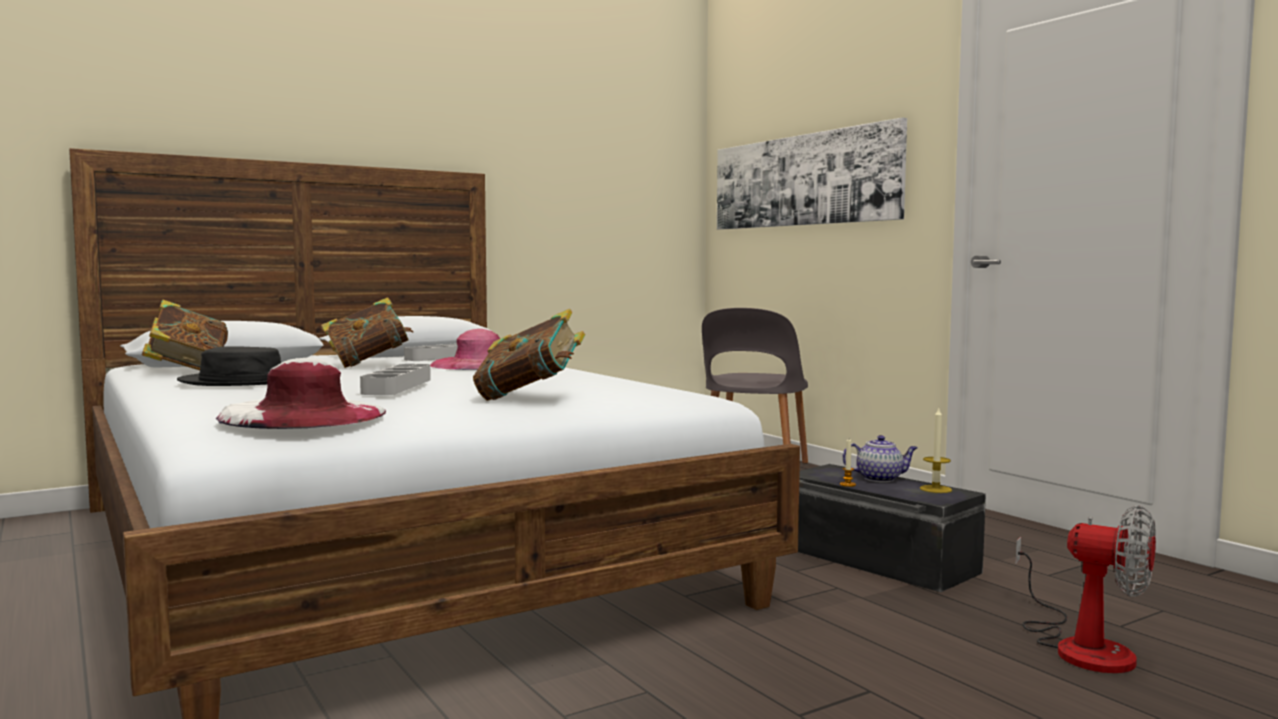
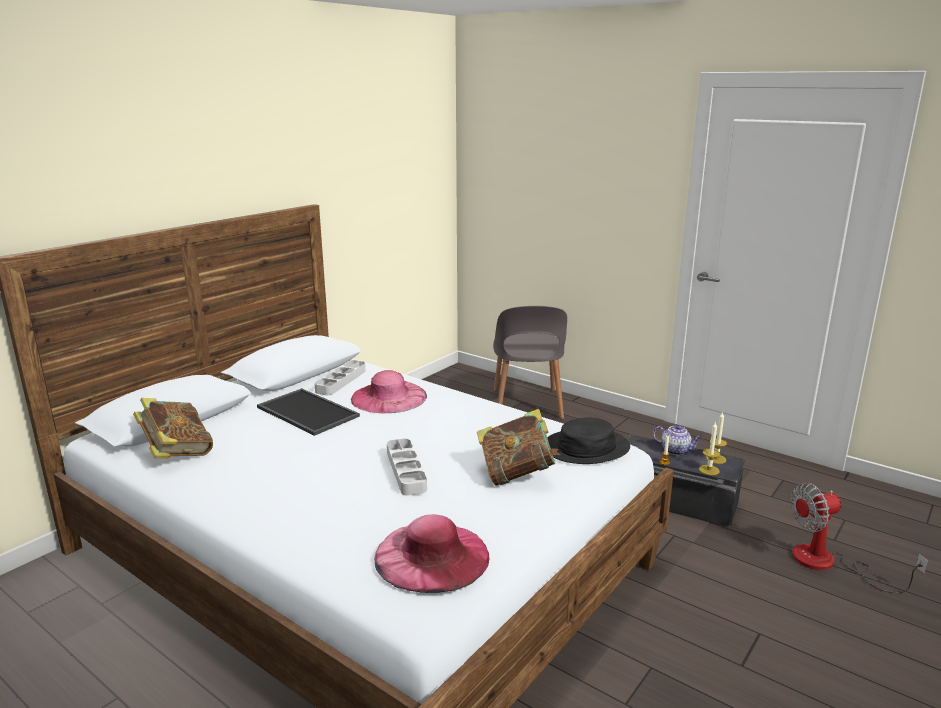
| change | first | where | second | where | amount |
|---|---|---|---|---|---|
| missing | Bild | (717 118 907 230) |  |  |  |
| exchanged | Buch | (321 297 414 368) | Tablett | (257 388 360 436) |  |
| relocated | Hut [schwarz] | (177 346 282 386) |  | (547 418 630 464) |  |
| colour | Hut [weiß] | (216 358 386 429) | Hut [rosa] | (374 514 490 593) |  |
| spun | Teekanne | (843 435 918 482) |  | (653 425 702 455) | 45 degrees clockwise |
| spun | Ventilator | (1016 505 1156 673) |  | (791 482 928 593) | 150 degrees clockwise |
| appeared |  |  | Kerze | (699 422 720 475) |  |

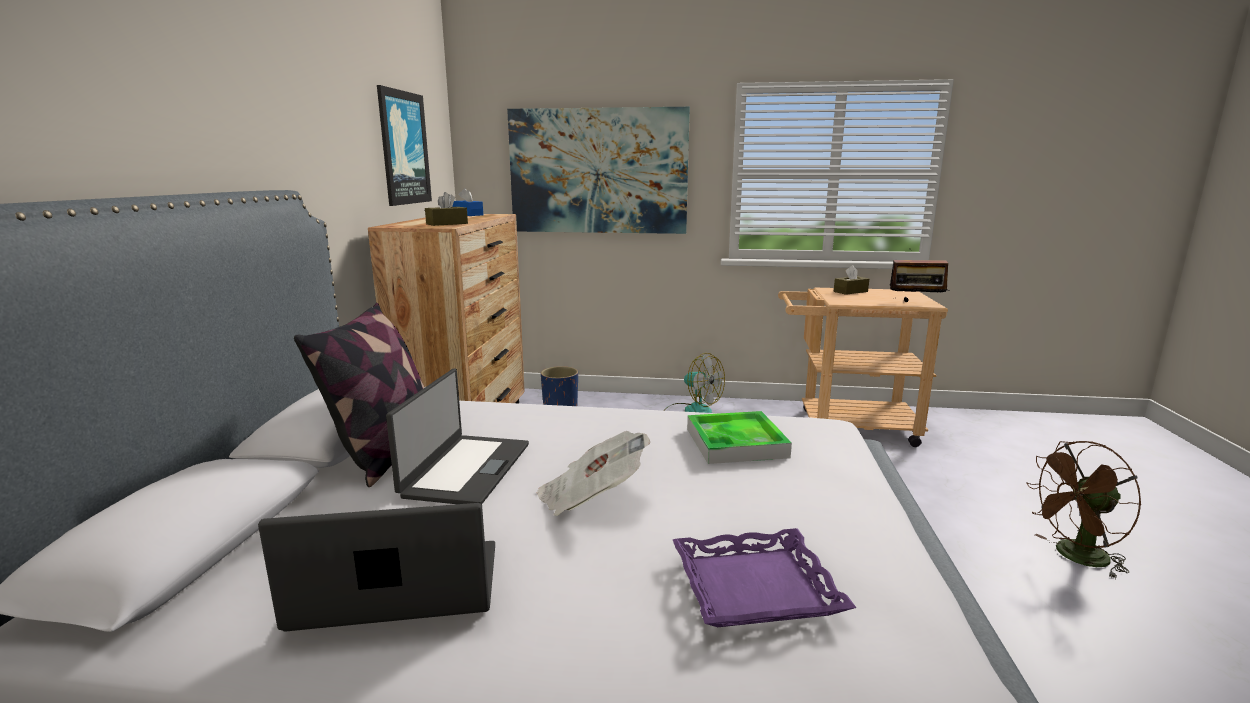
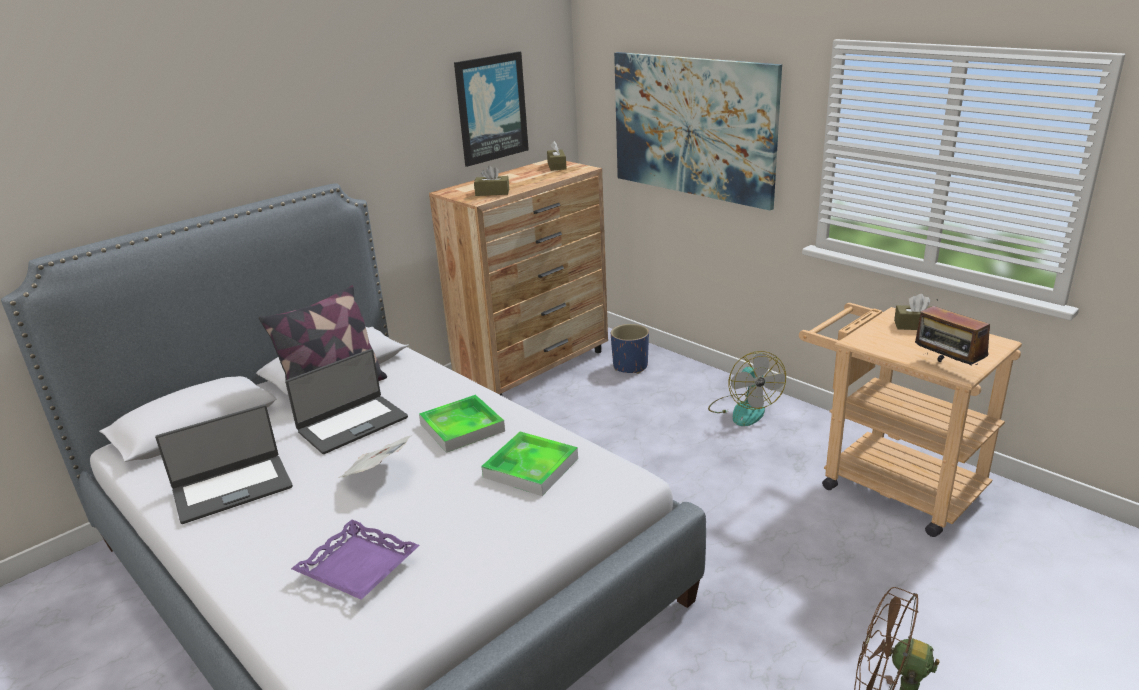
| change | first | where | second | where | amount |
|---|---|---|---|---|---|
| colour | Taschentuchbox [blau] | (453 188 483 216) | Taschentuchbox [braun] | (547 141 567 171) |  |
| spun | Laptop | (258 503 495 632) |  | (155 404 293 524) | 120 degrees clockwise |
| appeared |  |  | Tablett | (419 394 505 453) |  |

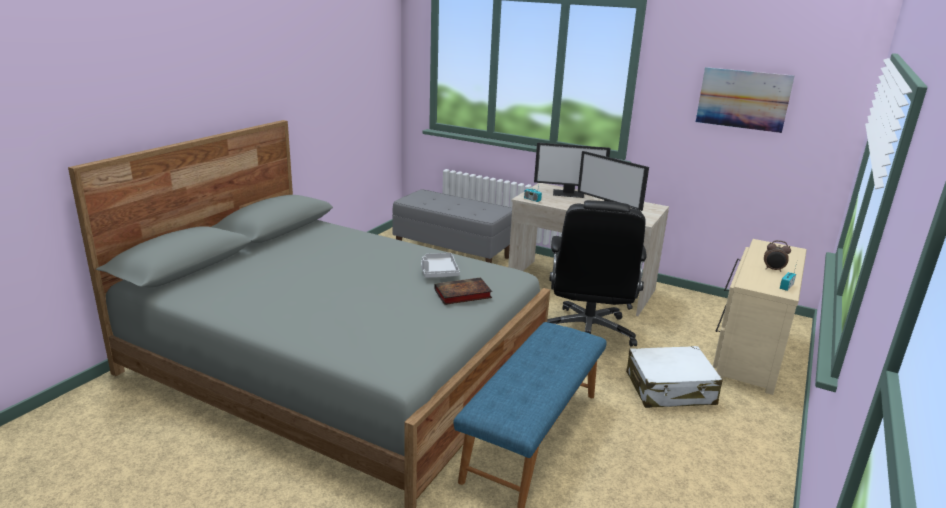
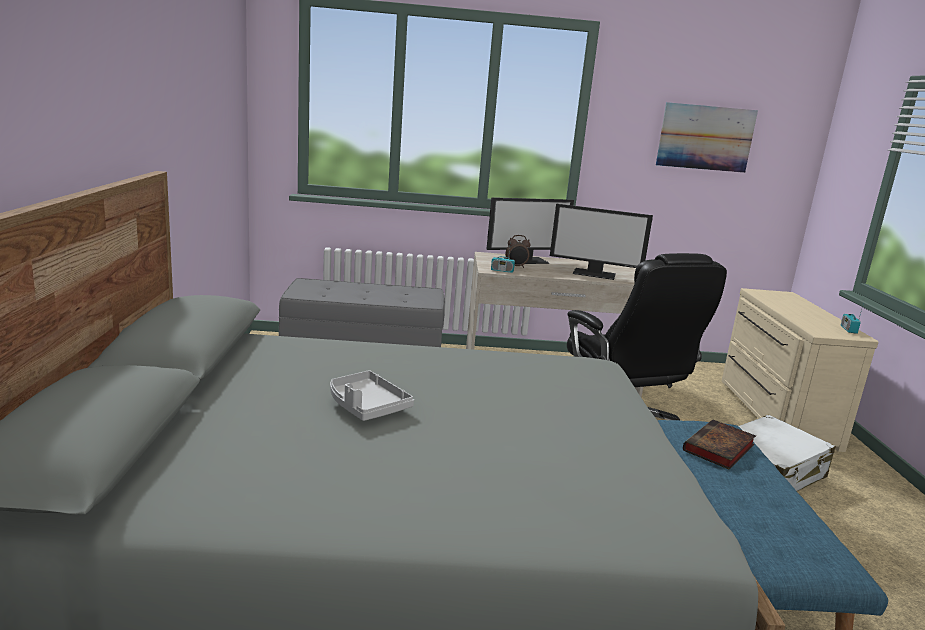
| change | first | where | second | where | amount |
|---|---|---|---|---|---|
| relocated | Wecker | (764 240 791 272) |  | (505 235 531 268) |  |
| relocated | Tablett [grau] | (421 253 460 278) |  | (330 370 414 421) |  |
| relocated | Buch | (435 277 492 305) |  | (683 419 756 469) |  |

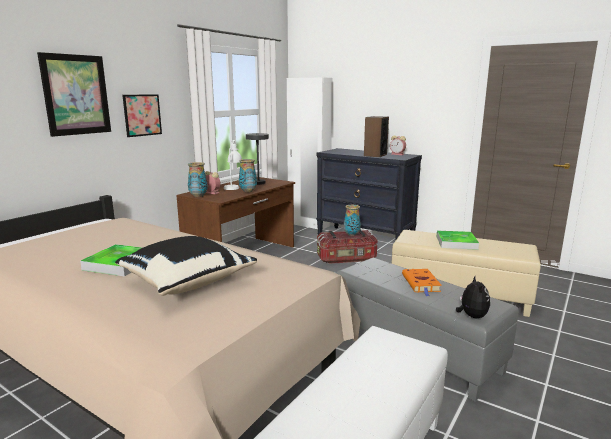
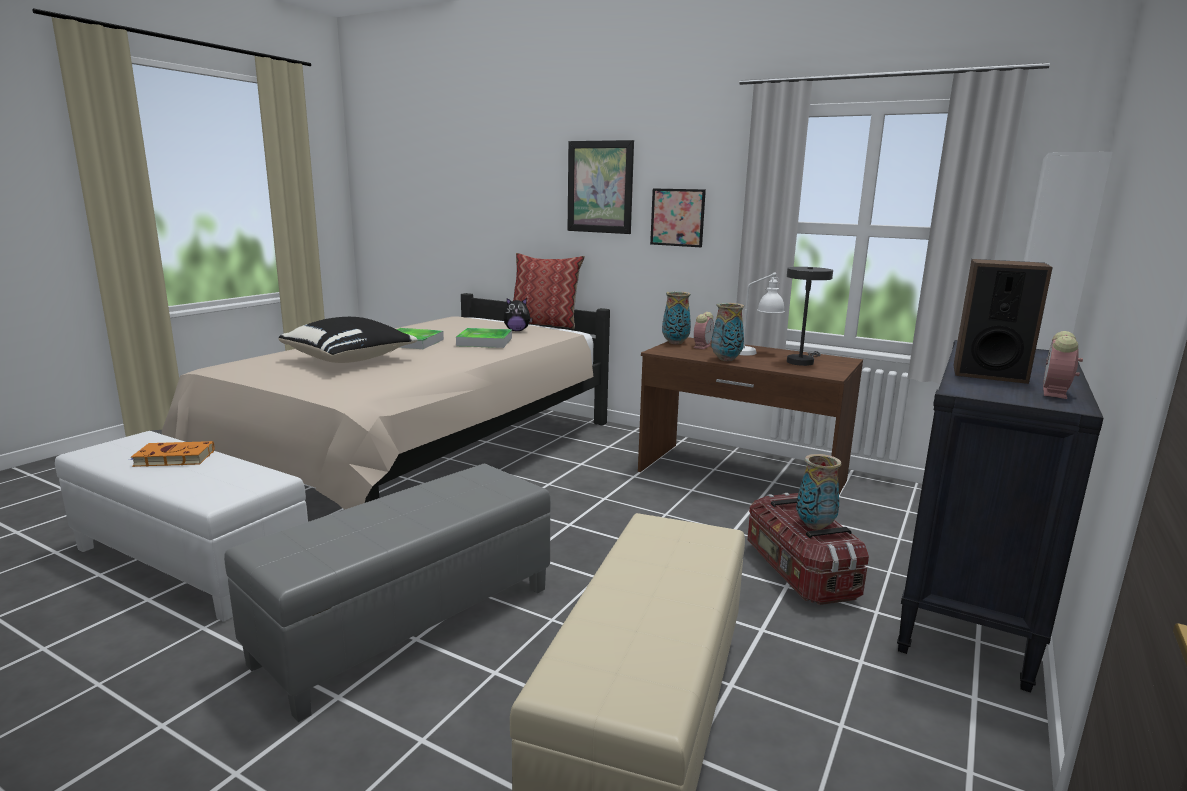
| change | first | where | second | where | amount |
|---|---|---|---|---|---|
| relocated | Tablett | (437 230 479 250) |  | (456 328 512 348) |  |
| relocated | Buch [orange] | (402 269 442 296) |  | (130 441 214 467) |  |
| relocated | Plüschtier | (456 276 490 318) |  | (503 298 533 331) |  |
| appeared |  |  | Kissen | (513 253 585 329) |  |

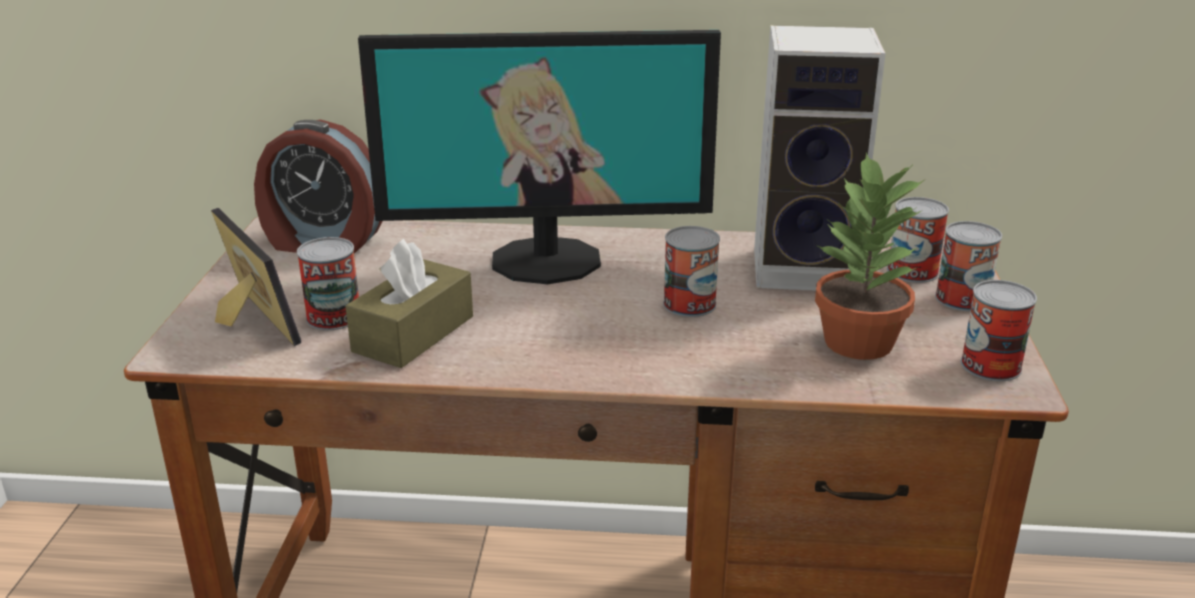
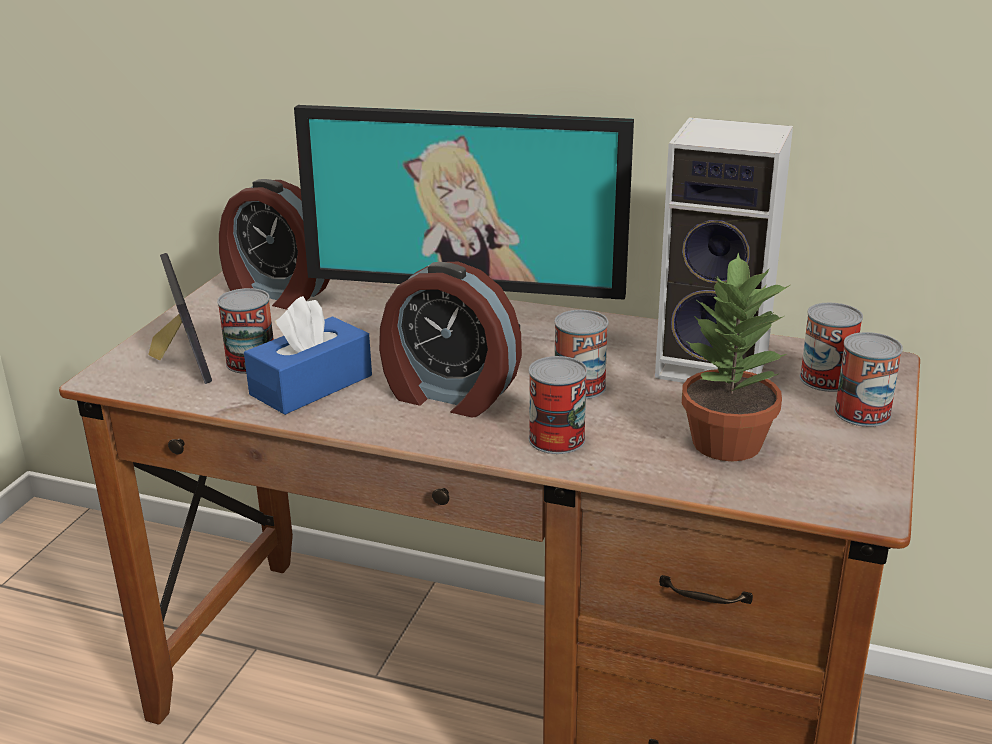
| change | first | where | second | where | amount |
|---|---|---|---|---|---|
| colour | Taschentuchbox [braun] | (345 239 473 368) | Taschentuchbox [blau] | (244 296 372 415) |  |
| relocated | Dose | (961 280 1037 381) |  | (529 356 587 454) |  |
| appeared |  |  | Wecker | (379 261 522 417) |  |

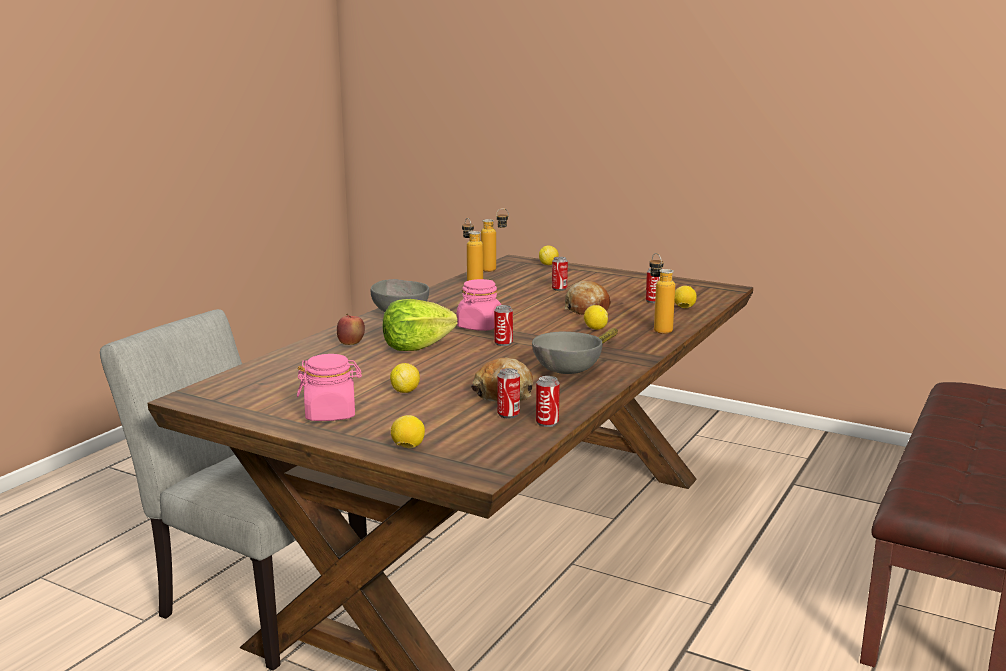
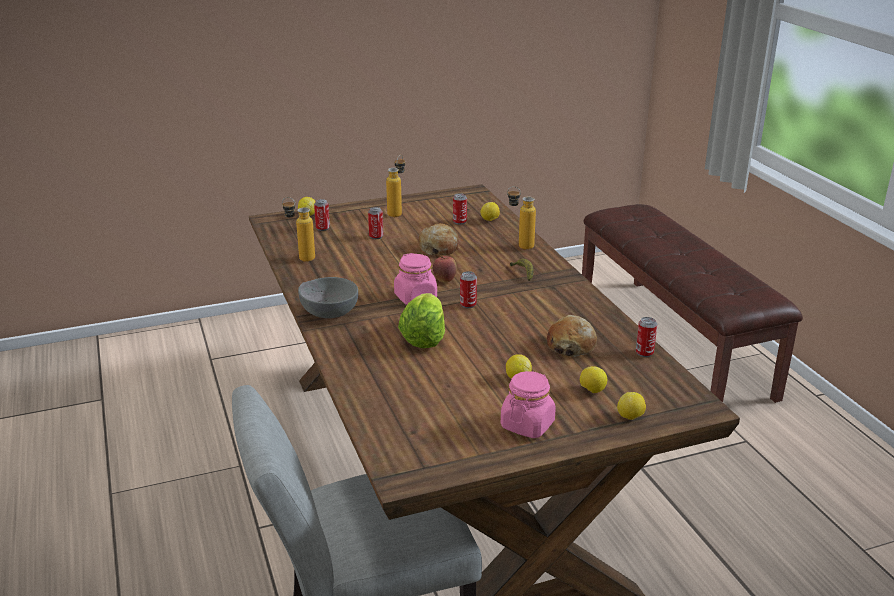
| change | first | where | second | where | amount |
|---|---|---|---|---|---|
| relocated | Flasche | (481 208 509 272) |  | (386 155 405 217) |  |
| relocated | Zitrone | (584 305 608 330) |  | (580 366 607 393) |  |
| relocated | Apfel | (337 314 365 345) |  | (433 256 457 282) |  |
| missing | Schüssel [grau] | (532 332 602 374) |  |  |  |
| relocated | Dose | (498 368 520 419) |  | (314 199 330 231) |  |

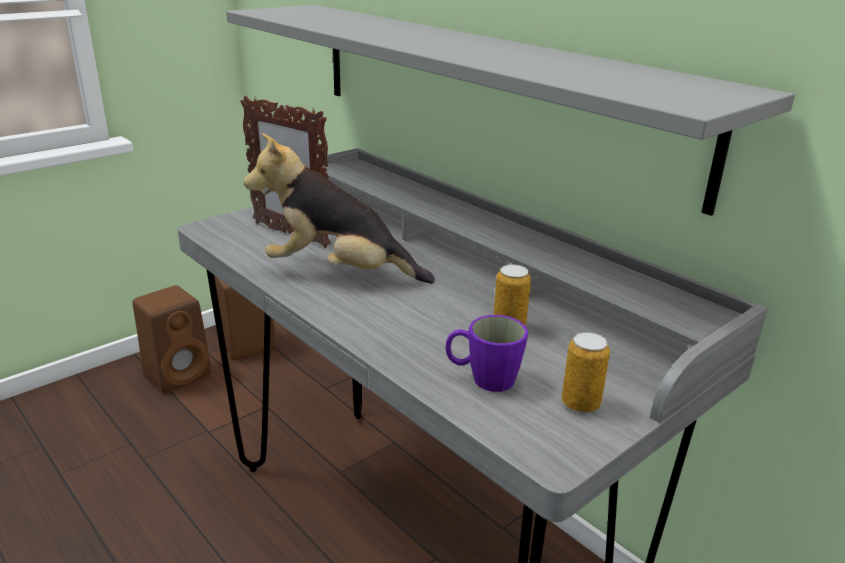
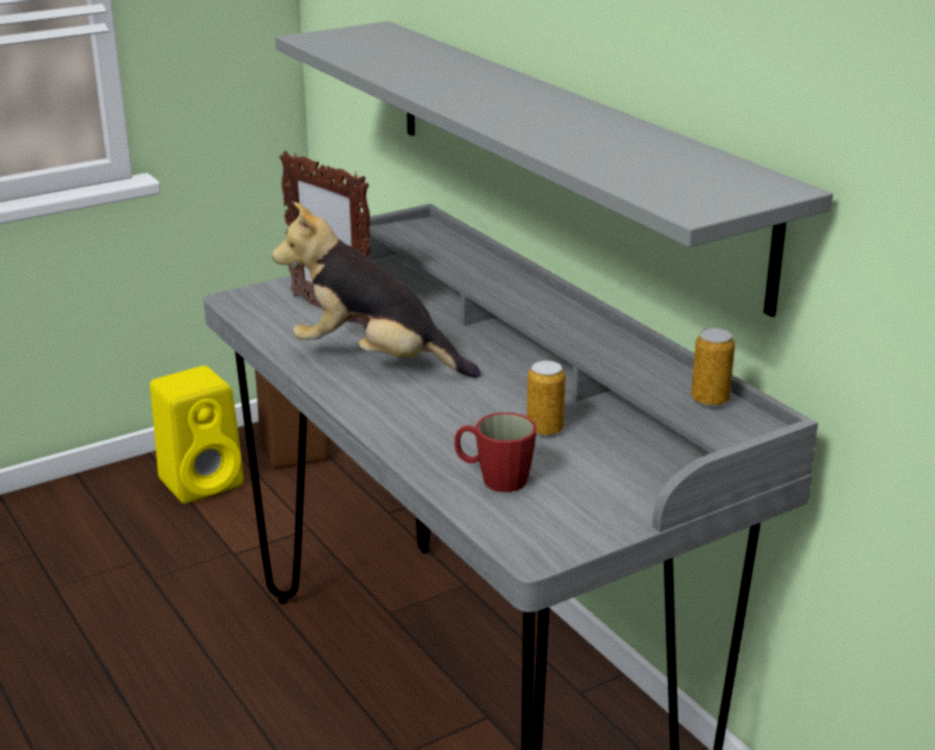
| change | first | where | second | where | amount |
|---|---|---|---|---|---|
| colour | Lautsprecher [braun] | (133 285 211 393) | Lautsprecher [gelb] | (150 366 244 504) |  |
| colour | Henkelbecher [lila] | (445 315 529 392) | Henkelbecher [rot] | (455 412 537 492) |  |
| relocated | Dose | (562 332 610 413) |  | (691 328 735 407) |  |

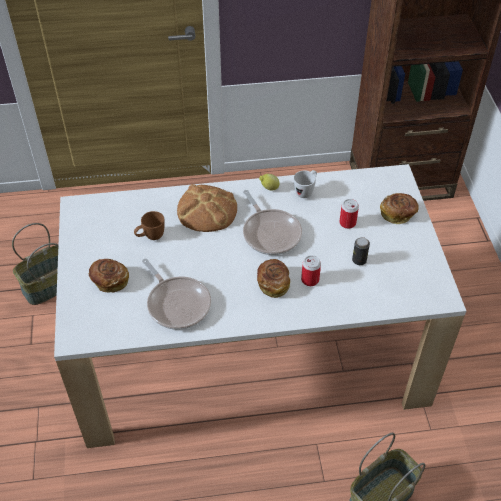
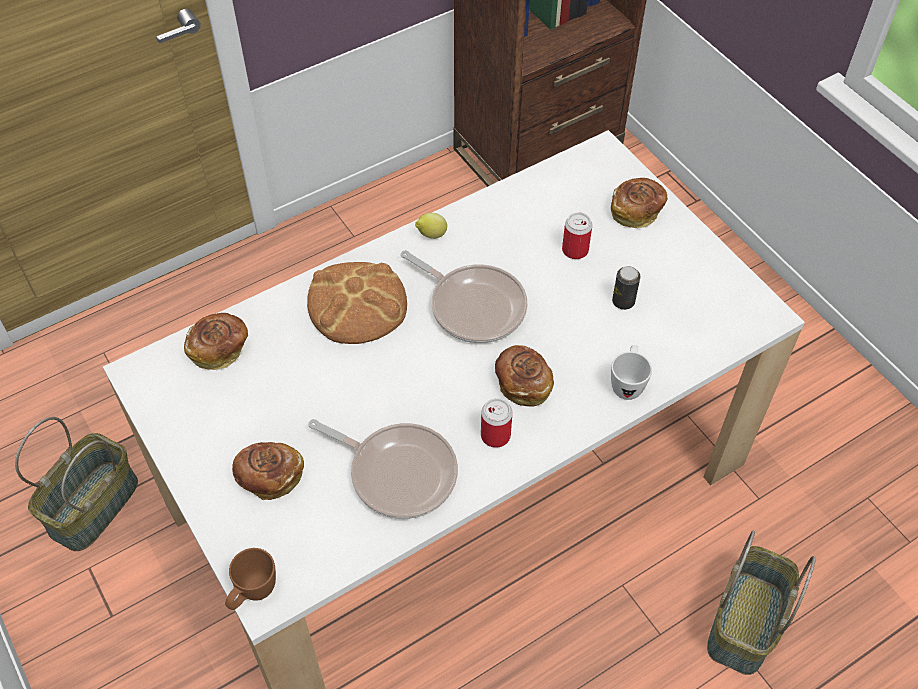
| change | first | where | second | where | amount |
|---|---|---|---|---|---|
| relocated | Henkelbecher [weiß] | (294 170 317 198) |  | (611 345 652 400) |  |
| relocated | Henkelbecher [braun] | (134 211 165 240) |  | (225 548 276 610) |  |
| relocated | Dose | (301 255 321 286) |  | (481 398 512 448) |  |
| appeared |  |  | Brot | (184 313 248 370) |  |

